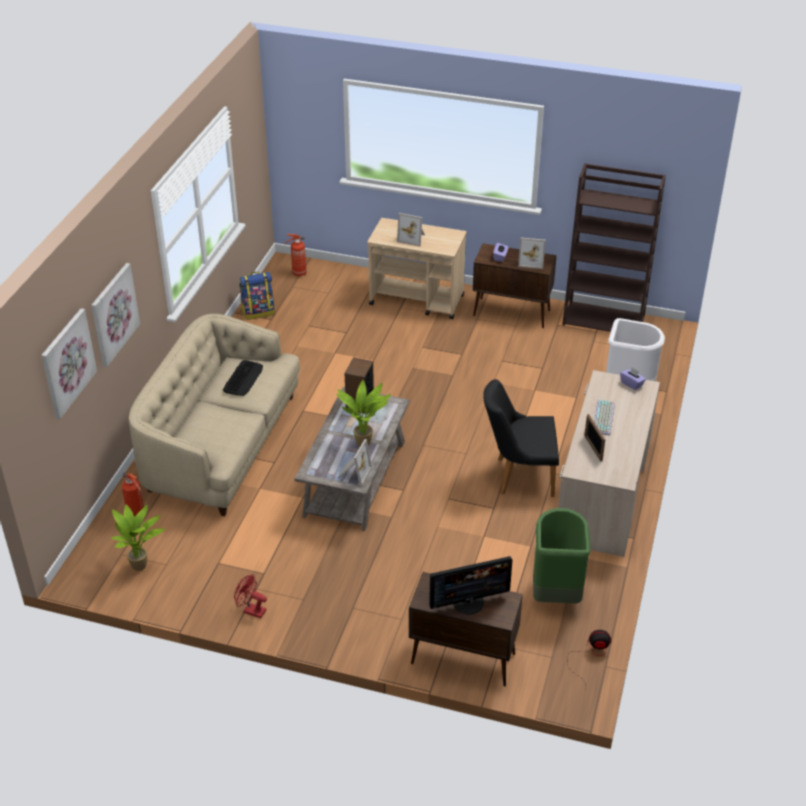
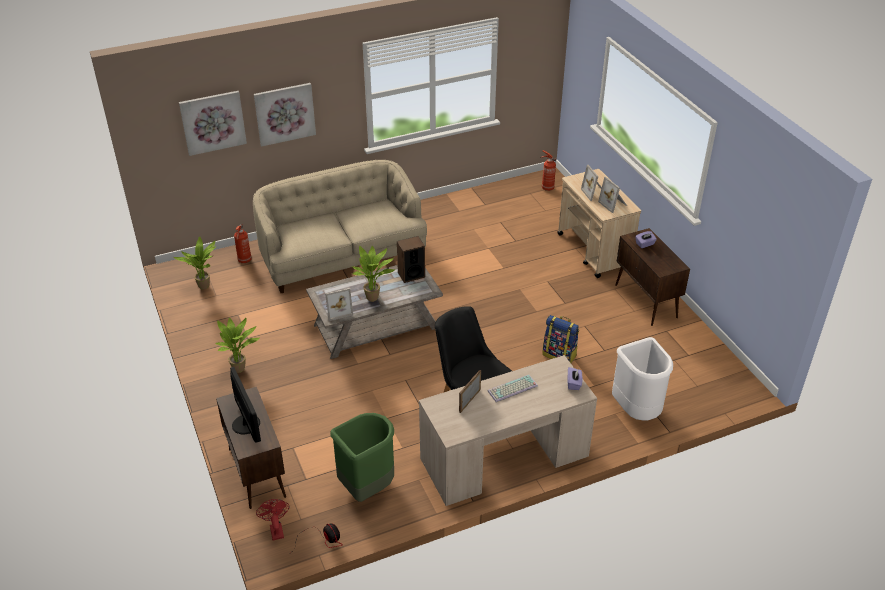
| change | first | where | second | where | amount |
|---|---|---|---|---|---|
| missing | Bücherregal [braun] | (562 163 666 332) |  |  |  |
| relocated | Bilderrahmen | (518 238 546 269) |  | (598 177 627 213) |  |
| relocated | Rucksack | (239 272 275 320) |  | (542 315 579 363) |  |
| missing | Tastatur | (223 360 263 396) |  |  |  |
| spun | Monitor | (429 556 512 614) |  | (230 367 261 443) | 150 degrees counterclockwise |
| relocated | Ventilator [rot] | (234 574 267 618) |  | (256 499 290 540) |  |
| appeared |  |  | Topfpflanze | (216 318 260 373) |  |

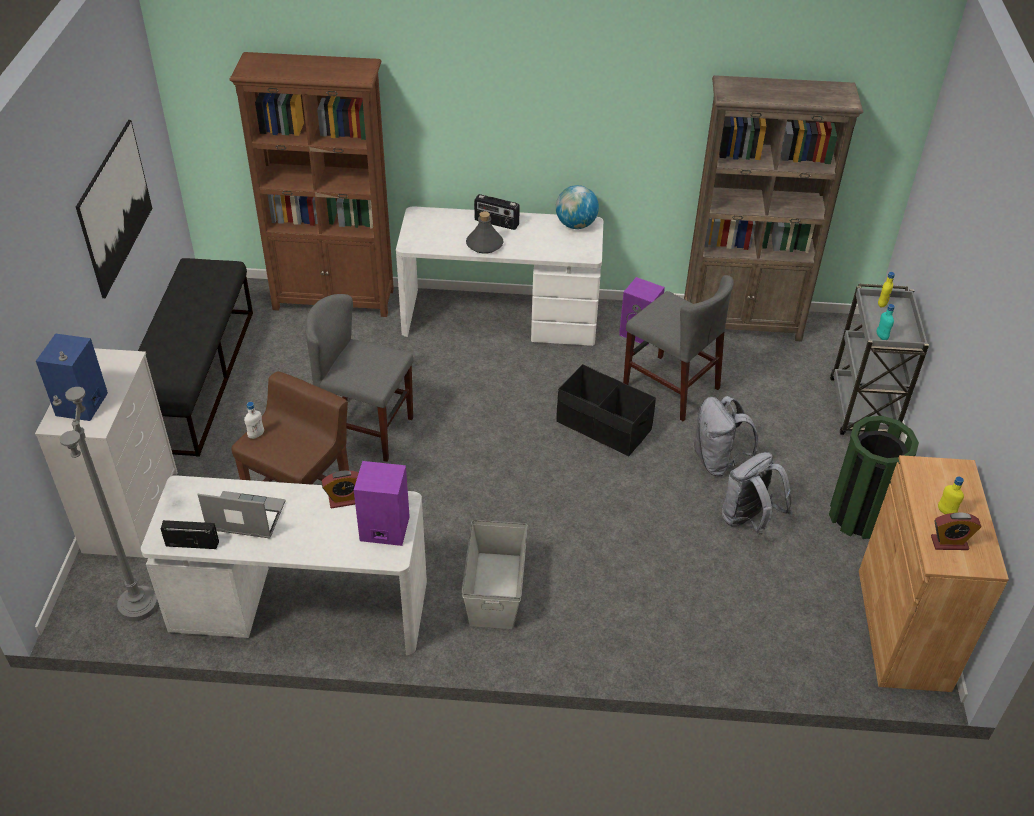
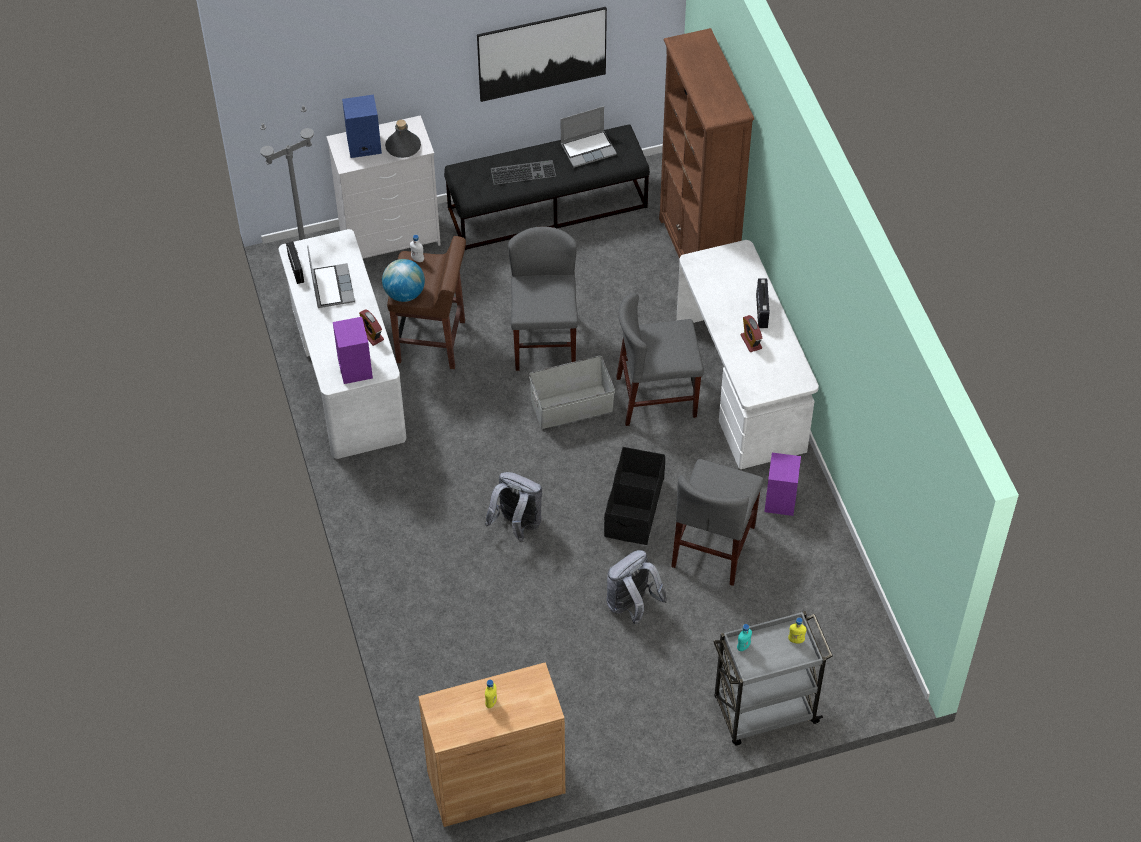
| change | first | where | second | where | amount |
|---|---|---|---|---|---|
| missing | Bücherregal [braun] | (684 75 863 342) |  |  |  |
| relocated | Globus | (556 185 599 229) |  | (382 259 425 302) |  |
| relocated | Flasche [grau] | (466 211 504 254) |  | (385 120 421 158) |  |
| missing | Mülleimer [grün] | (829 416 919 539) |  |  |  |
| relocated | Rucksack [grau] | (722 452 792 535) |  | (485 472 542 542) |  |
| relocated | Wecker | (931 512 982 550) |  | (741 315 762 352) |  |
| relocated | Aufbewahrungsbox [grau] | (462 520 528 629) |  | (529 356 615 429) |  |
| appeared |  |  | Laptop | (561 106 617 168) |  |
| appeared |  |  | Tastatur | (491 160 556 185) |  |
| appeared |  |  | Stuhl [grau] | (616 293 704 426) |  |

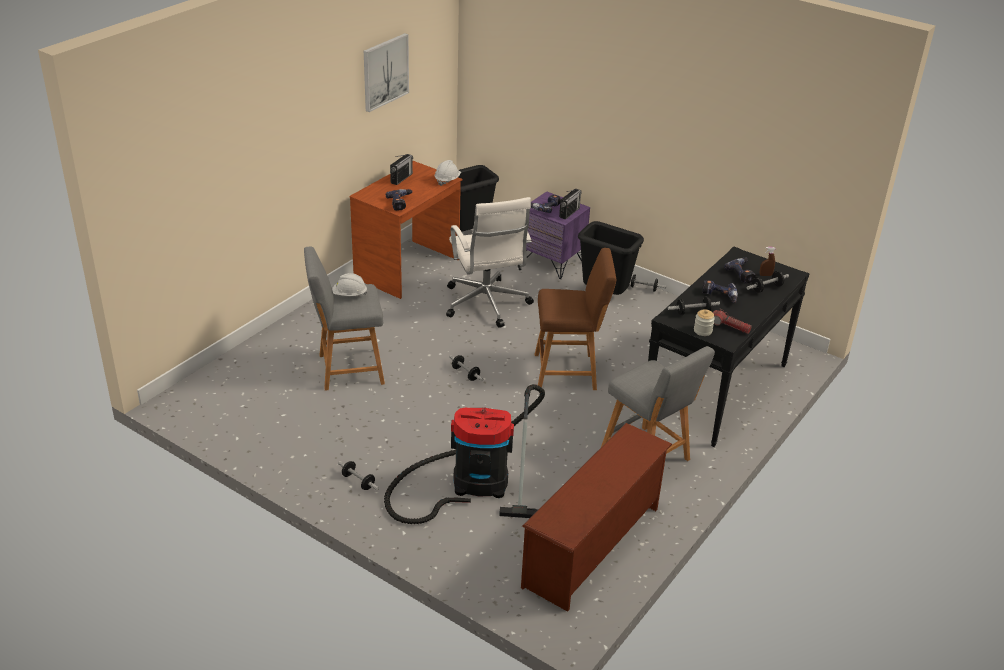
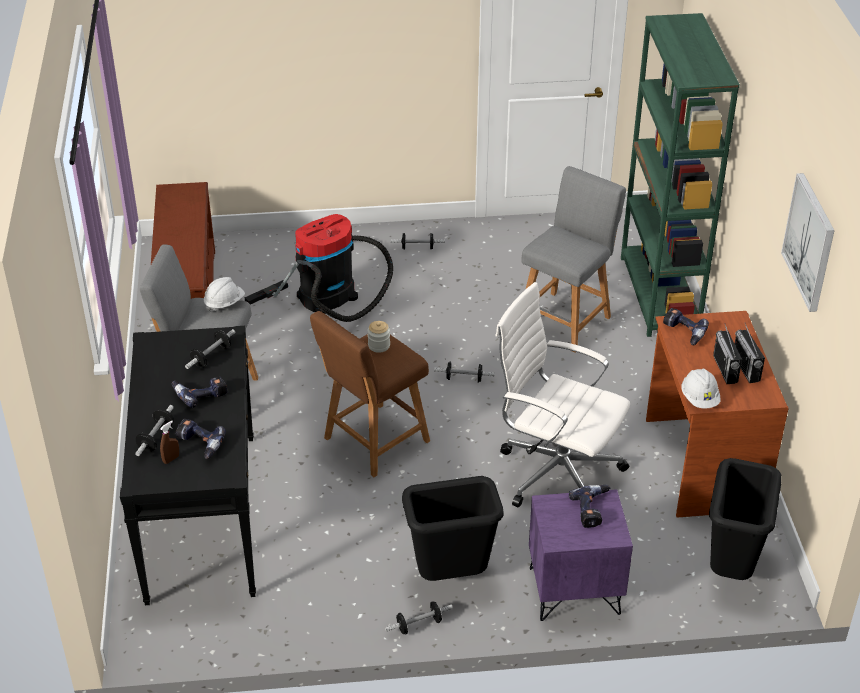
| change | first | where | second | where | amount |
|---|---|---|---|---|---|
| relocated | Radio | (559 189 582 220) |  | (713 324 742 384) |  |
| relocated | Schutzhelm [weiß] | (332 273 368 296) |  | (204 277 245 312) |  |
| relocated | Vorratsglas | (694 309 715 336) |  | (367 321 390 353) |  |
| missing | Taschenlampe | (713 309 752 334) |  |  |  |
| appeared |  |  | Bücherregal [grün] | (621 13 740 337) |  |

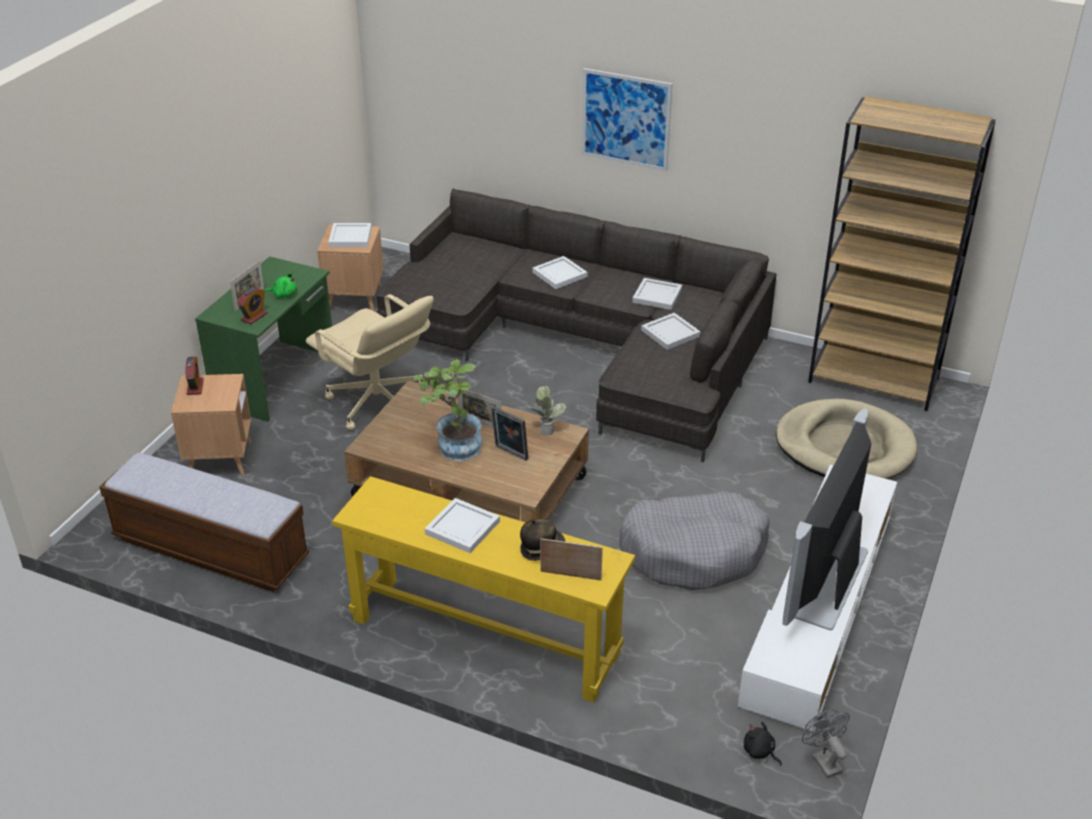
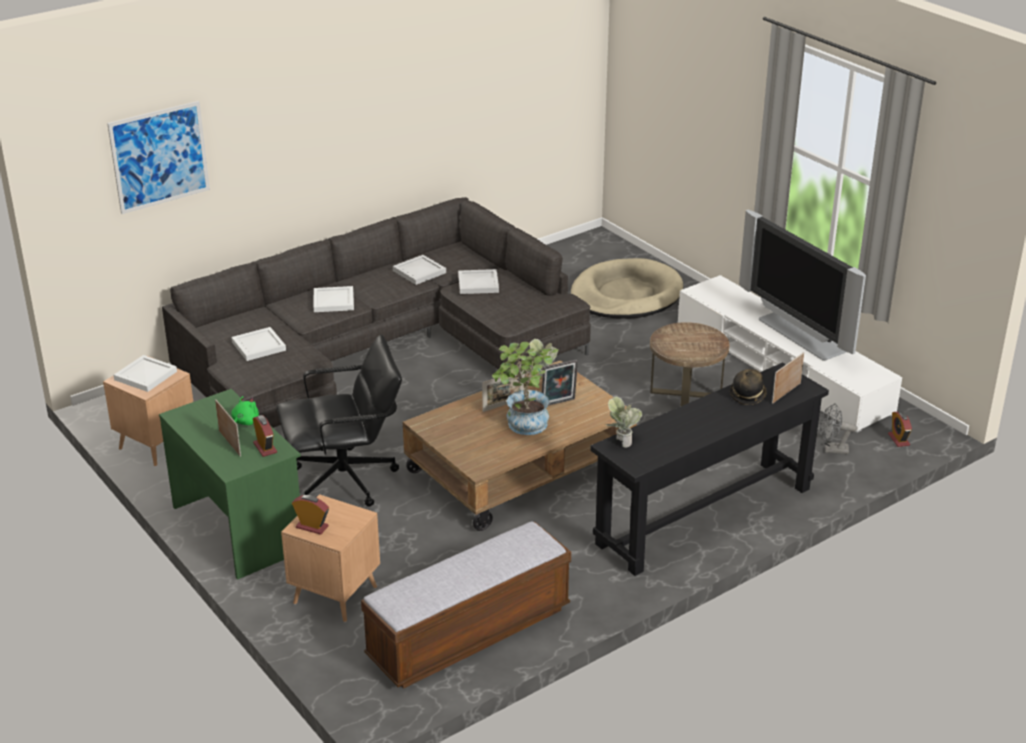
| change | first | where | second | where | amount |
|---|---|---|---|---|---|
| relocated | Bild | (582 68 673 171) |  | (107 101 210 214) |  |
| missing | Bücherregal [braun] | (808 96 996 411) |  |  |  |
| colour | Bürostuhl [beige] | (306 294 434 430) | Bürostuhl [schwarz] | (277 335 402 507) |  |
| colour | Konsolentisch [gelb] | (332 476 635 703) | Konsolentisch [schwarz] | (590 363 829 576) |  |
| exchanged | Hundebett [grau] | (620 492 770 590) | Beistelltisch [braun] | (650 322 730 407) |  |
| relocated | Tablett [weiß] | (424 498 500 553) |  | (231 327 286 361) |  |
| relocated | Ventilator [grau] | (802 710 850 778) |  | (820 403 857 454) |  |
| exchanged | Plüschtier [schwarz] | (744 722 782 766) | Wecker | (888 411 912 447) |  |
| appeared |  |  | Topfpflanze | (605 396 642 448) |  |

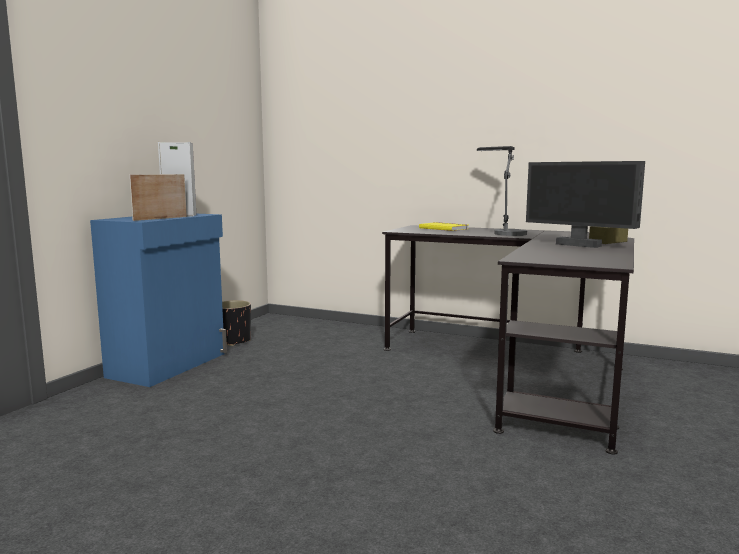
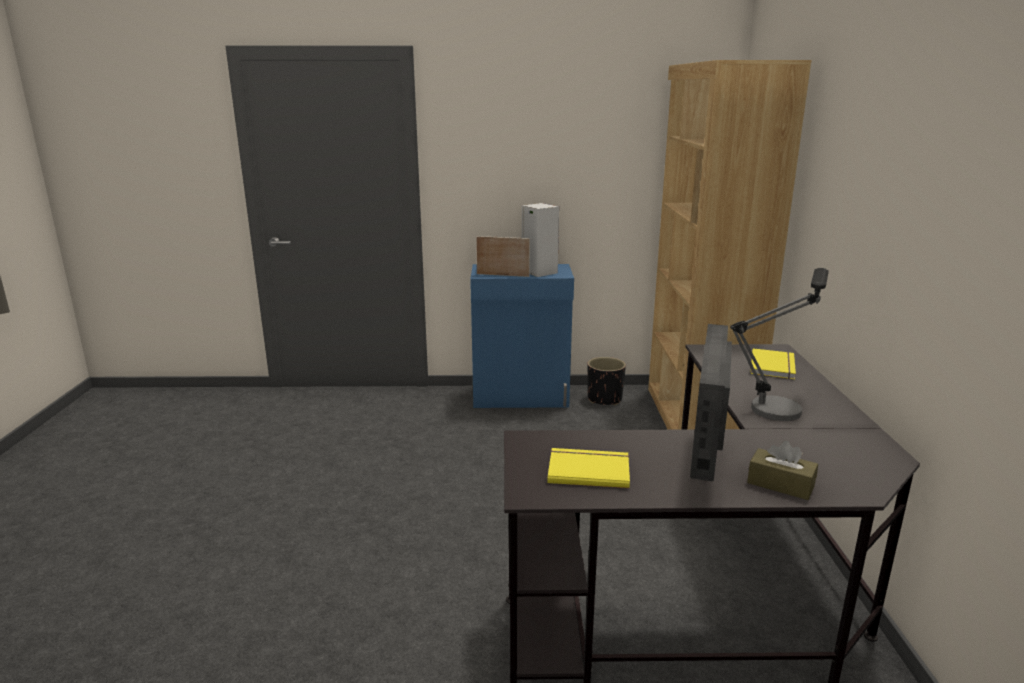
| change | first | where | second | where | amount |
|---|---|---|---|---|---|
| appeared |  |  | Bücherregal [braun] | (648 60 812 430) |  |
| appeared |  |  | Buch [gelb] | (548 448 630 489) |  |

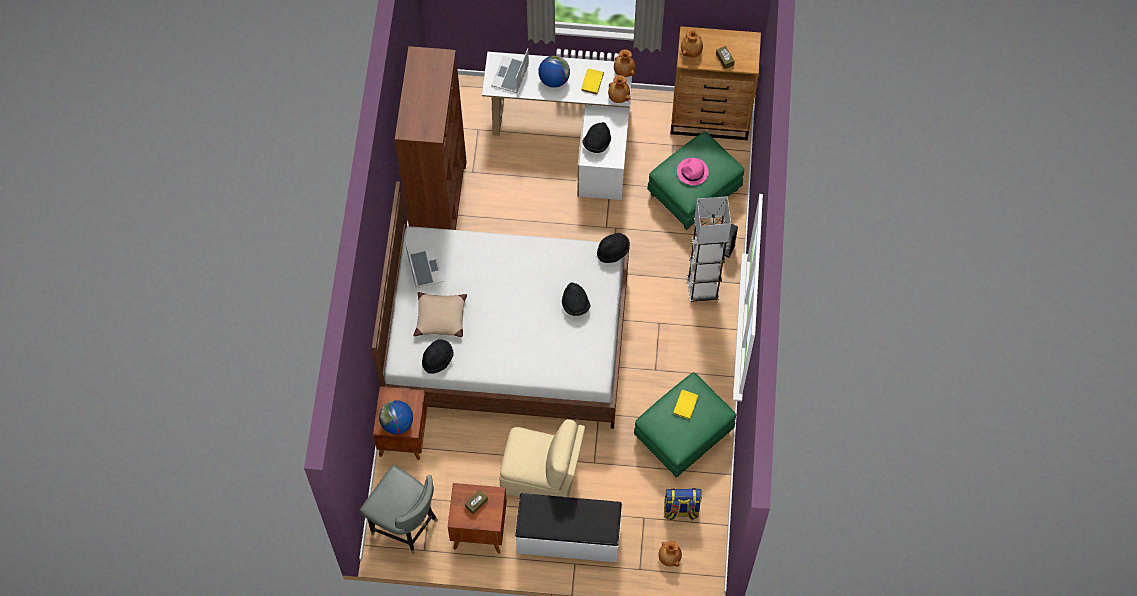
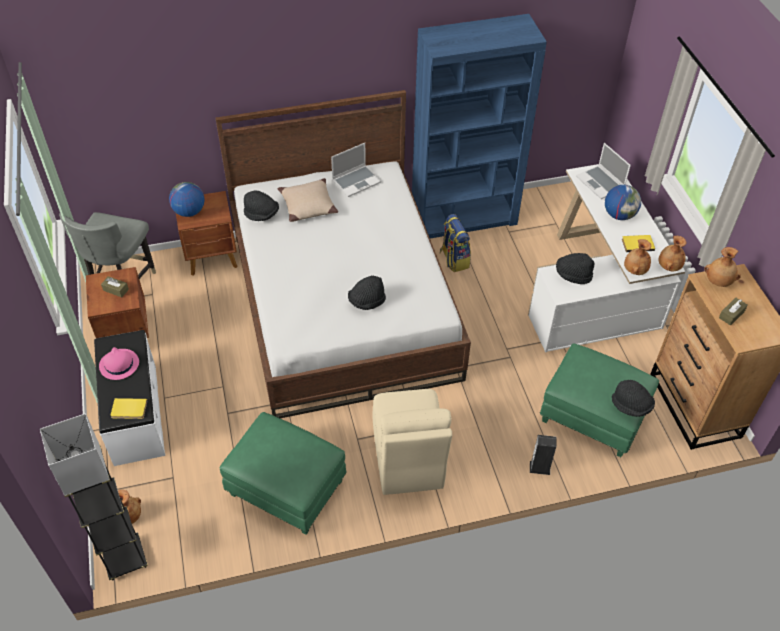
| change | first | where | second | where | amount |
|---|---|---|---|---|---|
| colour | Bücherregal [braun] | (395 46 467 230) | Bücherregal [blau] | (412 14 547 238) |  |
| spun | Laptop | (491 48 529 93) |  | (576 143 631 199) | 120 degrees counterclockwise |
| relocated | Hut [rosa] | (677 158 709 185) |  | (99 347 139 380) |  |
| relocated | Stehlampe [grau] | (687 196 731 302) |  | (40 413 148 580) |  |
| relocated | Hut [schwarz] | (597 233 630 263) |  | (612 380 655 417) |  |
| relocated | Buch [gelb] | (673 390 698 419) |  | (111 398 147 419) |  |
| relocated | Stuhl [beige] | (500 419 585 497) |  | (373 389 452 495) |  |
| relocated | Rucksack | (664 488 702 521) |  | (440 214 471 272) |  |

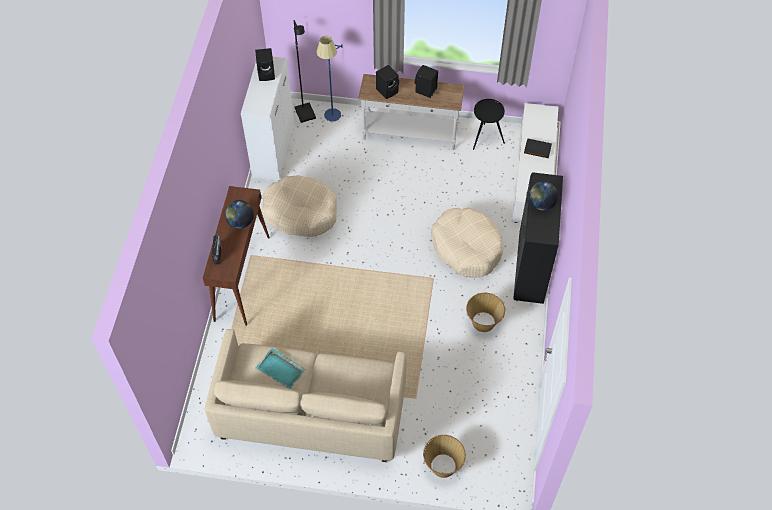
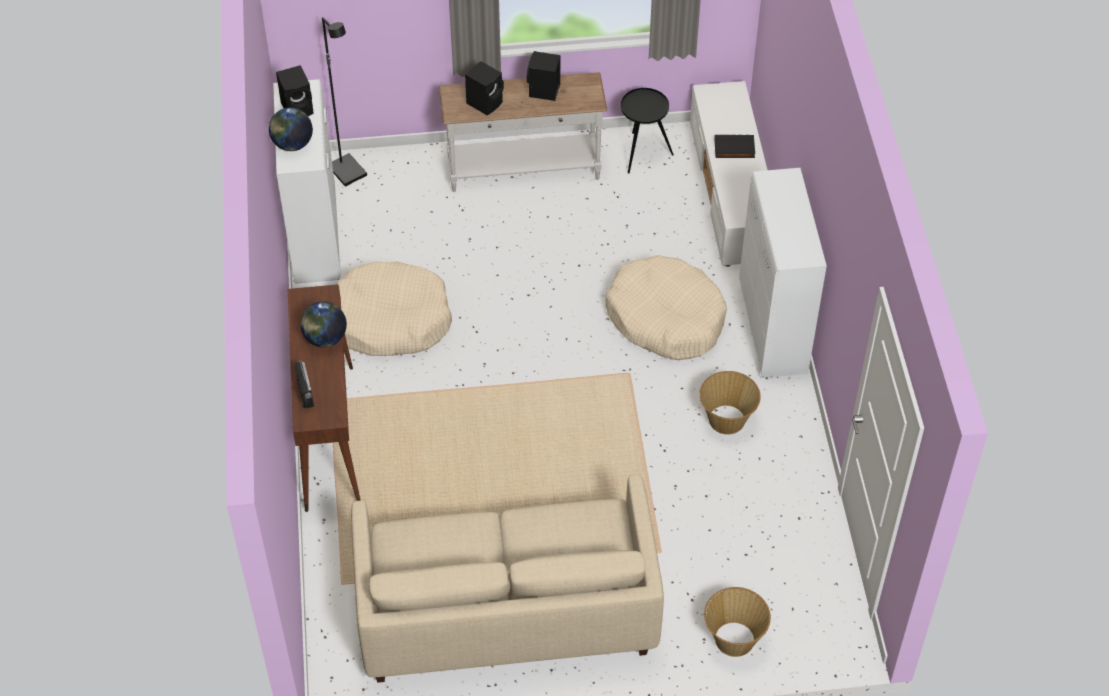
| change | first | where | second | where | amount |
|---|---|---|---|---|---|
| missing | Stehlampe [blau] | (316 36 343 122) |  |  |  |
| colour | Schrank [schwarz] | (513 172 563 304) | Schrank [weiß] | (739 168 827 378) |  |
| relocated | Globus | (529 181 558 211) |  | (269 107 313 151) |  |
| missing | Tablett [türkis] | (255 348 306 389) |  |  |  |

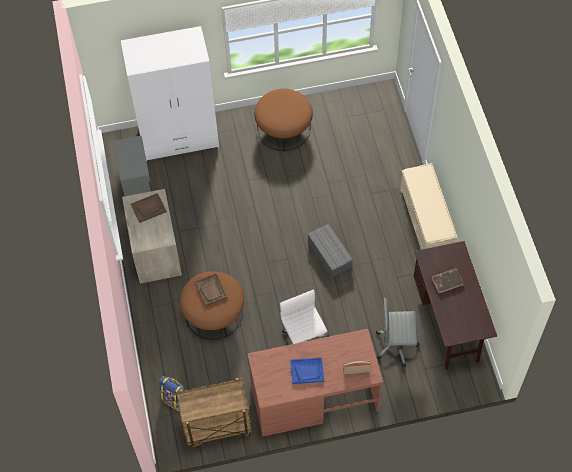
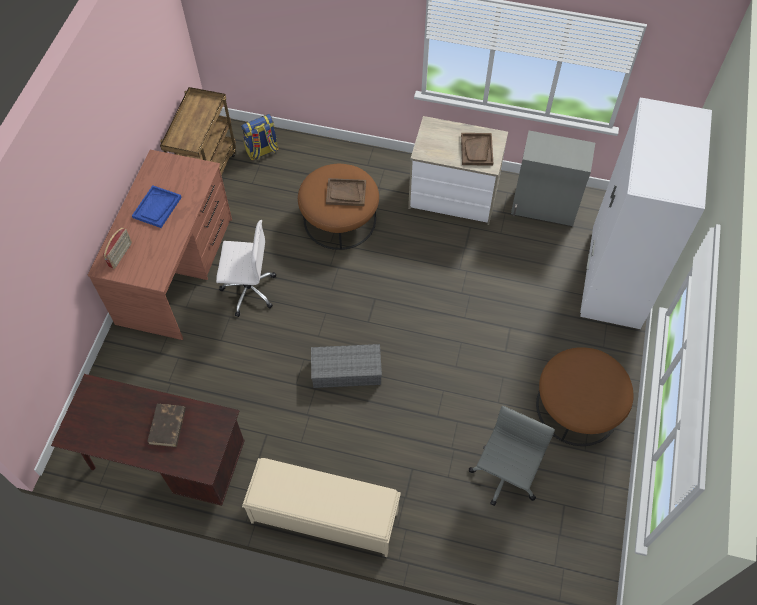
| change | first | where | second | where | amount |
|---|---|---|---|---|---|
| relocated | Bürostuhl [grau] | (376 298 420 367) |  | (469 406 555 506) |  |

